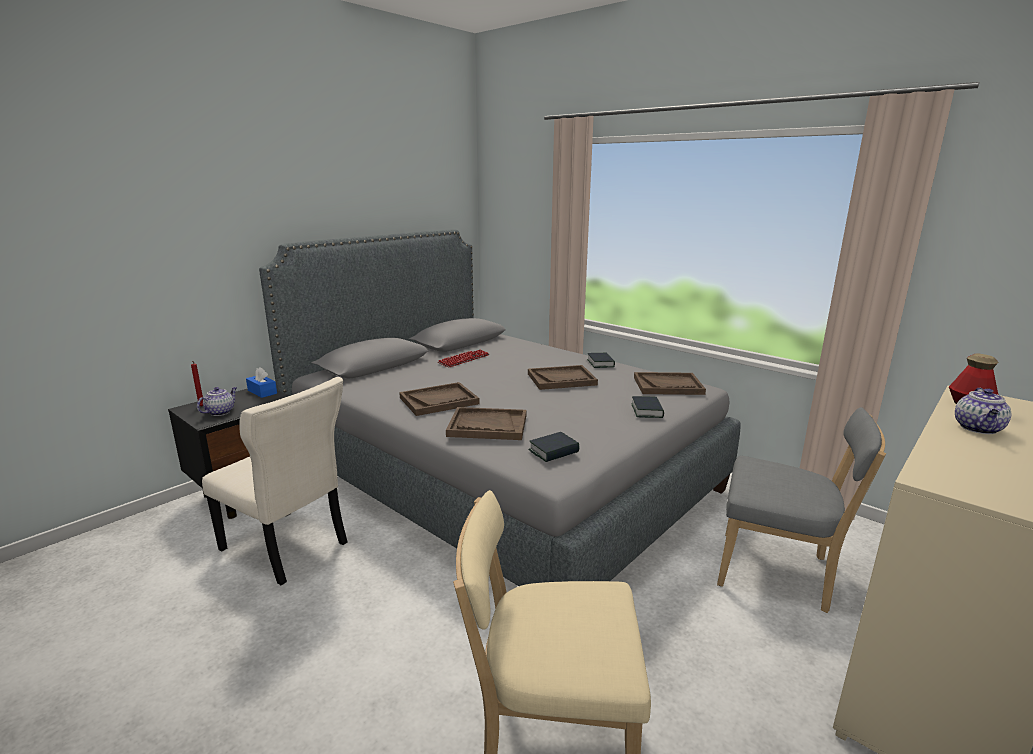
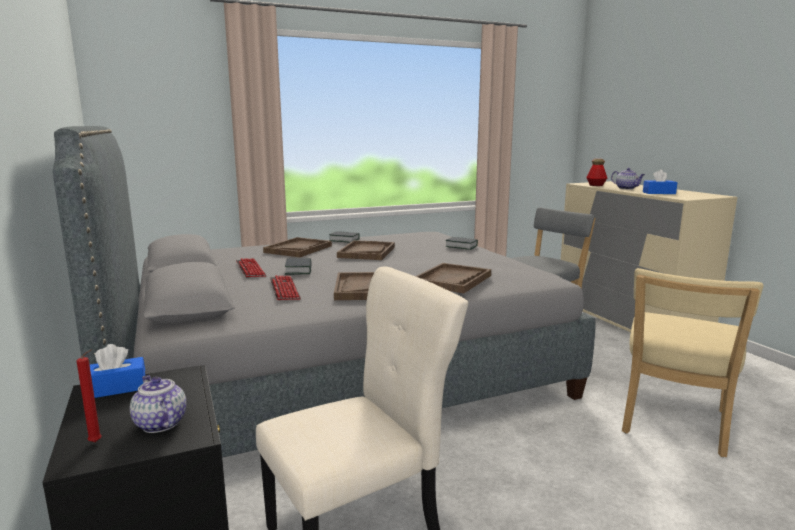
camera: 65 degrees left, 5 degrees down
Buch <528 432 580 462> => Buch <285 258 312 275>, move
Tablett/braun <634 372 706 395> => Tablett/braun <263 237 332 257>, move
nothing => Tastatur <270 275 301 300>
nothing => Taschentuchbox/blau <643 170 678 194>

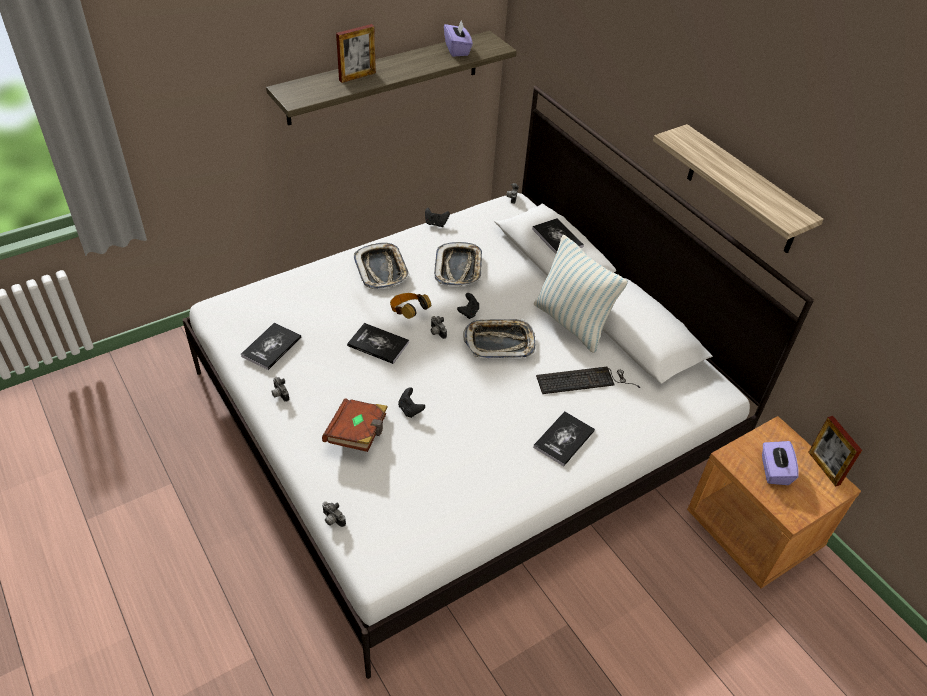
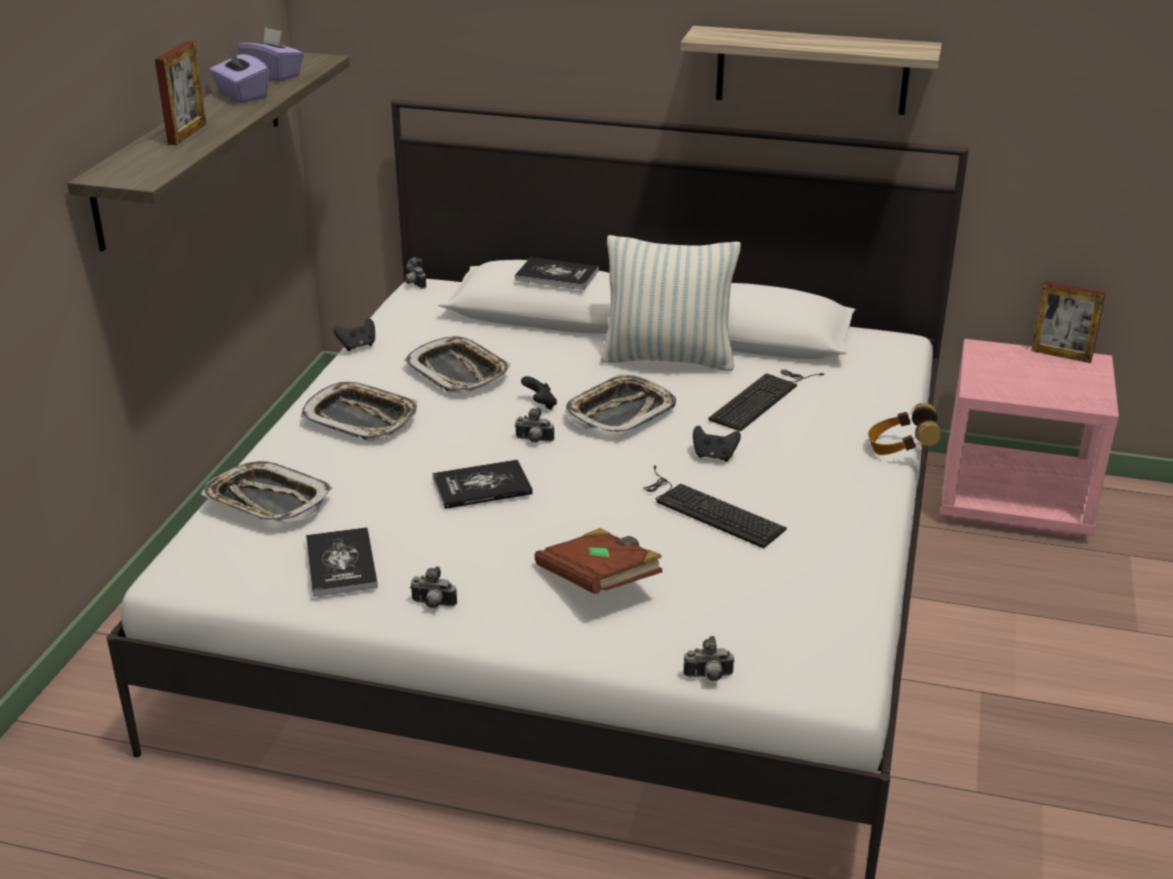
camera: 40 degrees left, 15 degrees down
Kopfhörer <390 293 431 319> => Kopfhörer <868 403 942 455>, move
Gamepad/schwarz <398 387 425 418> => Gamepad/schwarz <693 426 741 462>, move
Buch <533 411 595 466> => nothing
Nachttisch/braun <687 416 861 589> => Nachttisch/rosa <941 339 1119 538>
Taschentuchbox/lila <762 441 799 485> => Taschentuchbox/lila <210 47 269 103>, move
nothing => Tablett <201 461 332 523>
nothing => Tastatur <643 465 787 549>

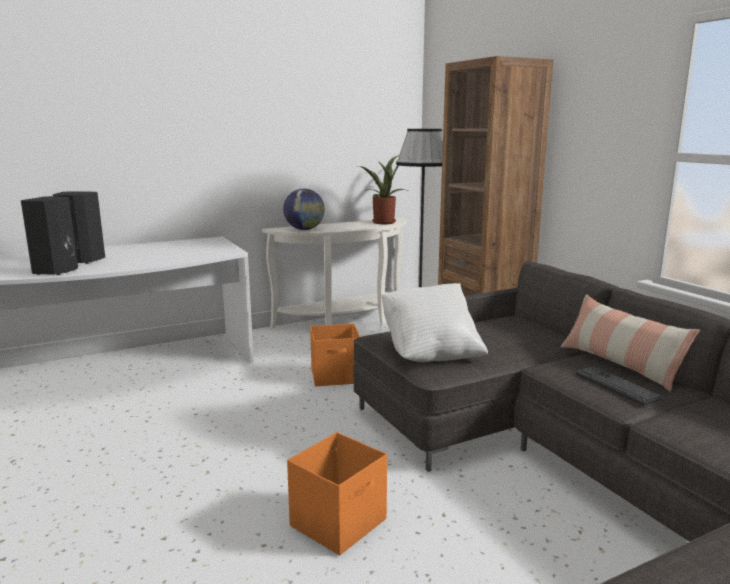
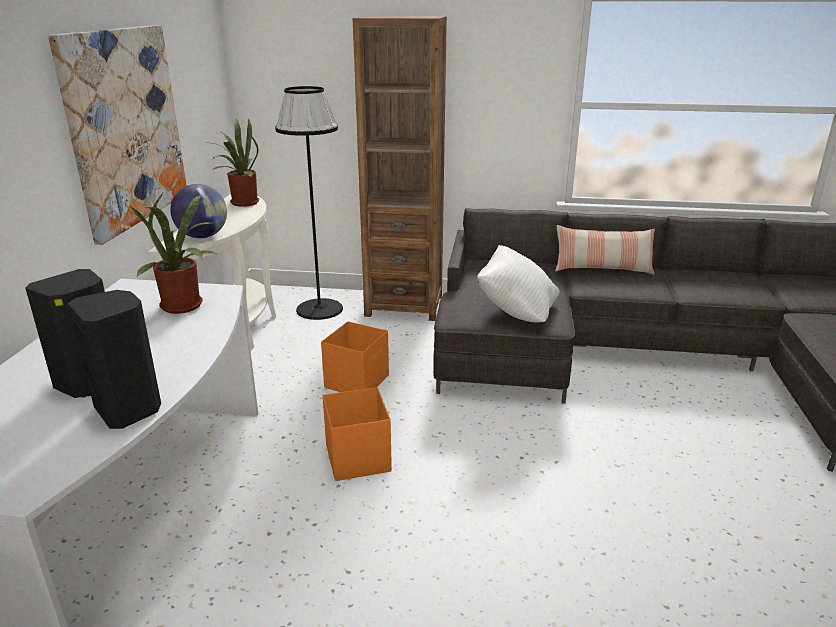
camera: 55 degrees left, 10 degrees up
Aufbewahrungsbox/orange <287 432 387 555> => Aufbewahrungsbox/orange <323 387 392 481>, move
Tastatur <576 367 662 406> => nothing
nothing => Bild <48 25 187 245>
nothing => Topfpflanze <129 191 216 314>

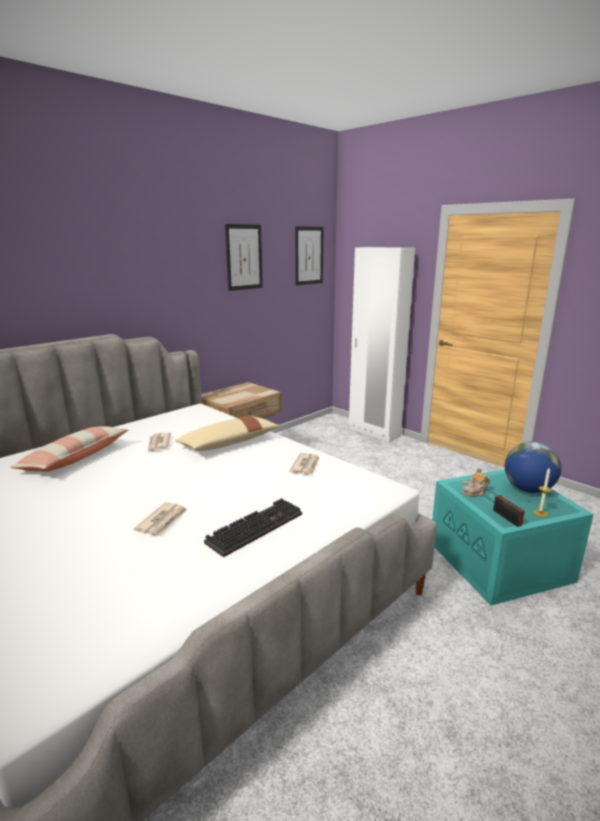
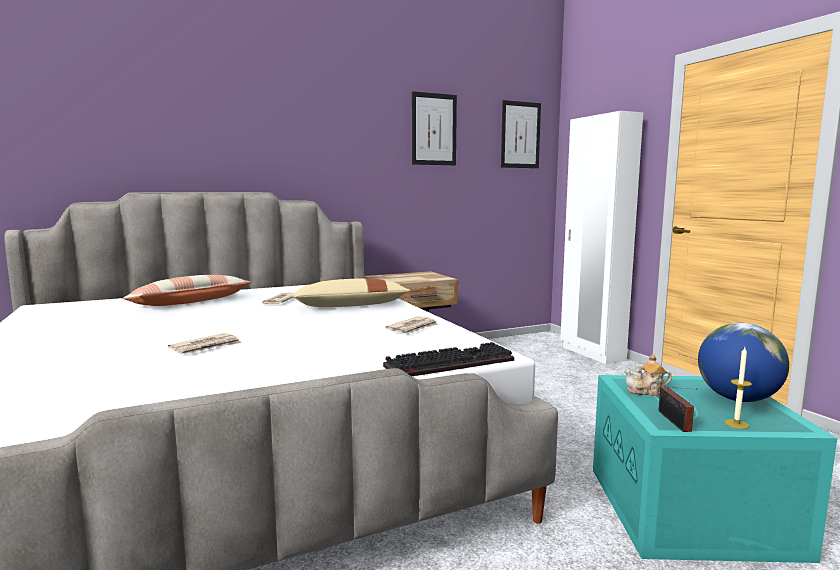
camera: 20 degrees right, 10 degrees down
Tastatur <204 498 302 557> => Tastatur <383 342 514 376>, move

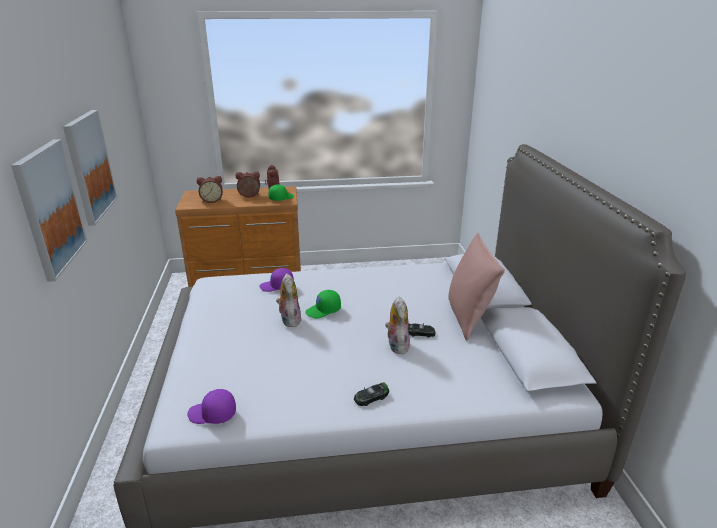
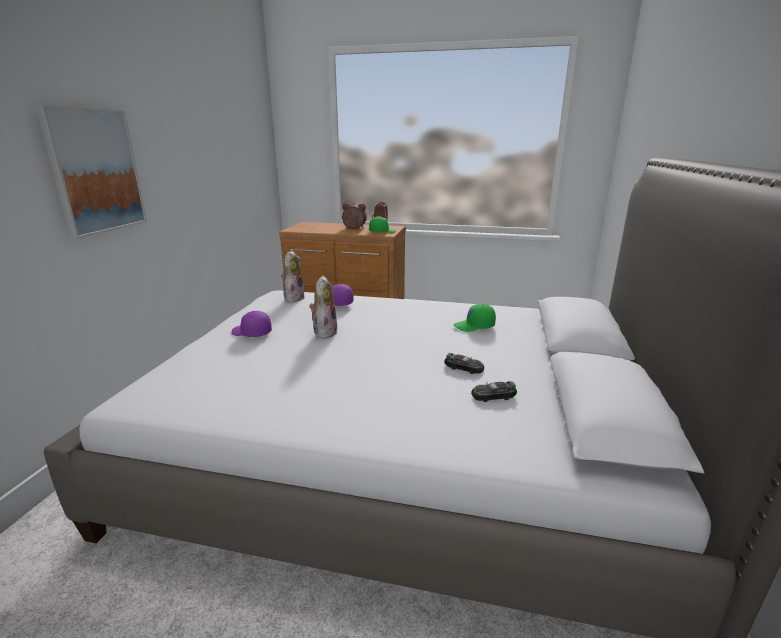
camera: 20 degrees right, 5 degrees down
Bild <63 110 118 226> => nothing
Kappe/lila <187 389 236 424> => Kappe/lila <232 311 272 337>, move
Wecker <197 176 223 203> => nothing
Kappe/grün <305 290 341 319> => Kappe/grün <453 304 496 332>, move
Spielzeugauto <354 382 389 406> => Spielzeugauto <471 381 517 402>, move
Plüschtier <385 296 410 354> => Plüschtier <281 250 305 303>, move
Kissen/rosa <448 233 505 340> => nothing

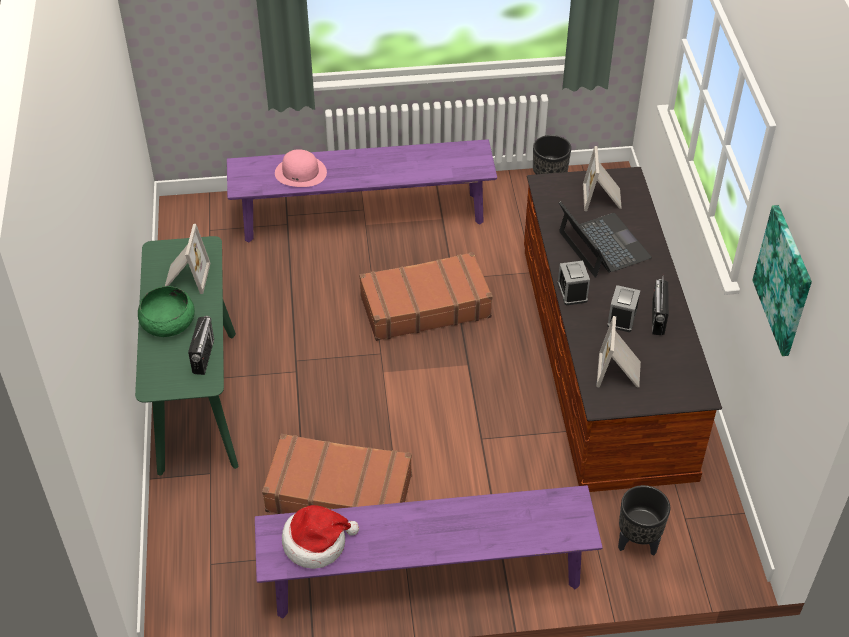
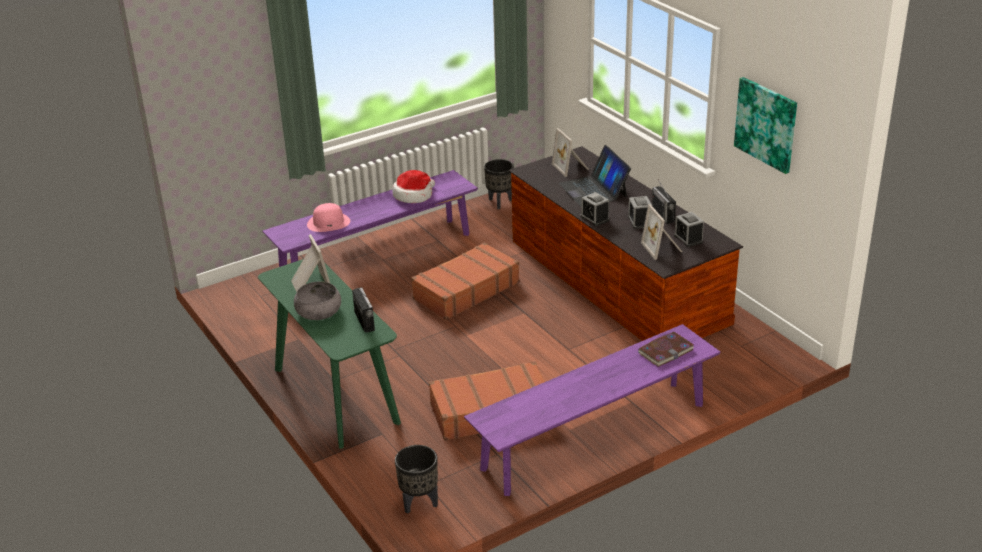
camera: 25 degrees left, 15 degrees down
Schüssel/grün <138 286 195 337> => Schüssel/grau <294 281 341 320>
Hut <282 505 359 569> => Hut <393 170 435 203>, move
Laptop <559 201 652 278> => Laptop <559 145 631 207>, 150 degrees counterclockwise
Pflanzkübel/schwarz <618 485 670 556> => Pflanzkübel/schwarz <395 445 438 514>, move
nothing => Buch <639 332 694 367>
nothing => Wecker <674 212 704 247>

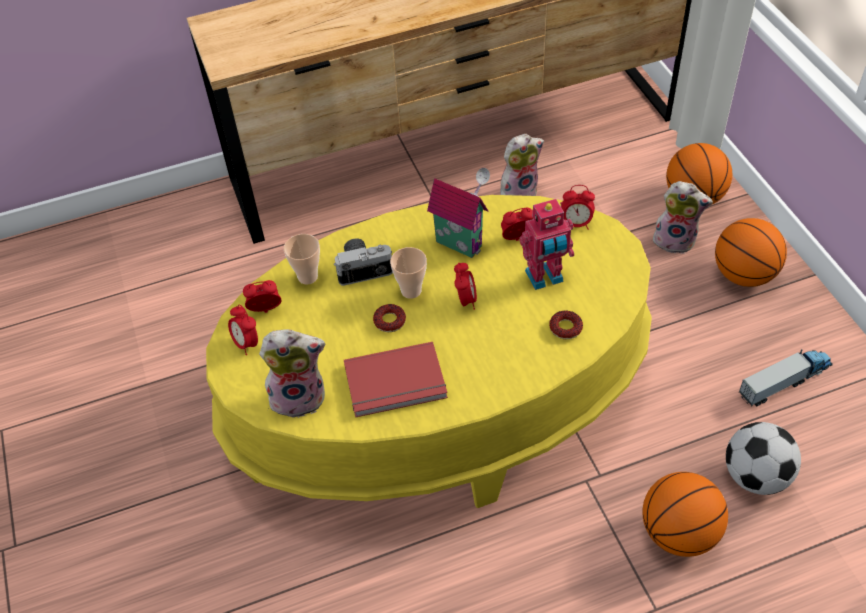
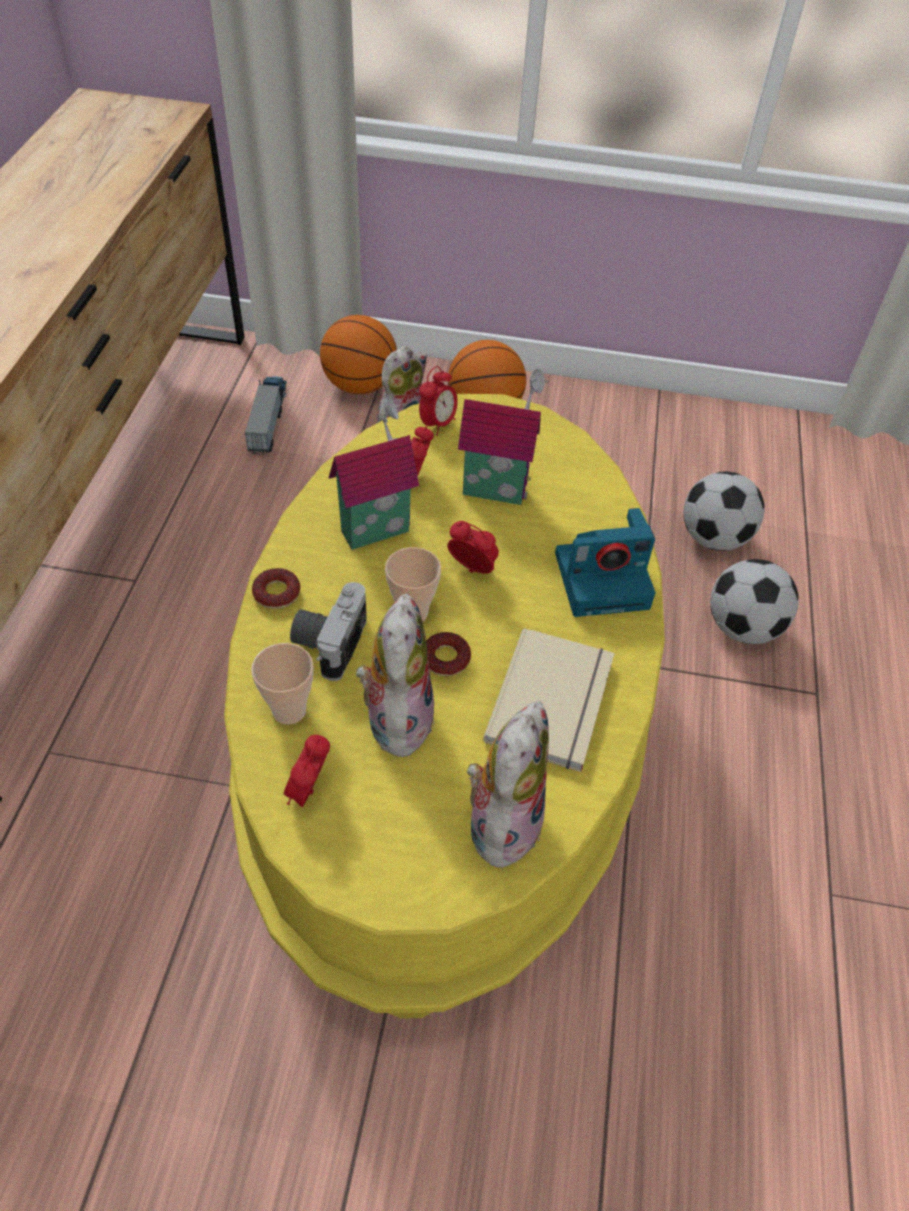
camera: 65 degrees left, 0 degrees up
Wecker <228 305 258 355> => nothing
Buch/rot <344 342 448 418> => Buch/beige <483 628 615 772>
Plüschtier <500 134 544 196> => Plüschtier <356 594 434 757>, move
Spielzeugroboter <519 199 574 290> => Spielzeughaus <458 369 548 505>
Donut <549 311 583 339> => Donut <252 568 300 609>, move
Basketball <642 472 728 557> => Fußball <710 559 799 644>
Spielzeuglaster <739 349 833 407> => Spielzeuglaster <244 376 287 455>, move
nothing => Kamera <555 508 655 617>

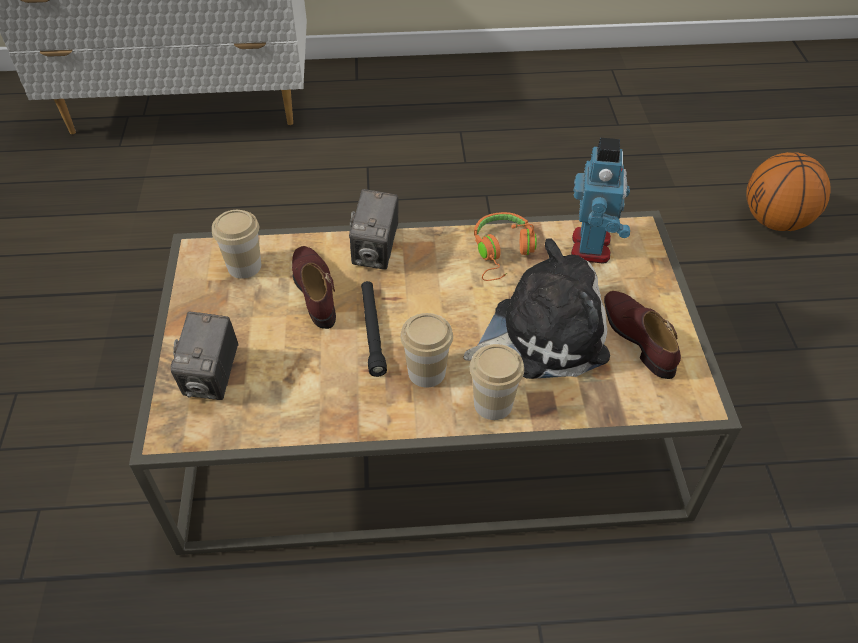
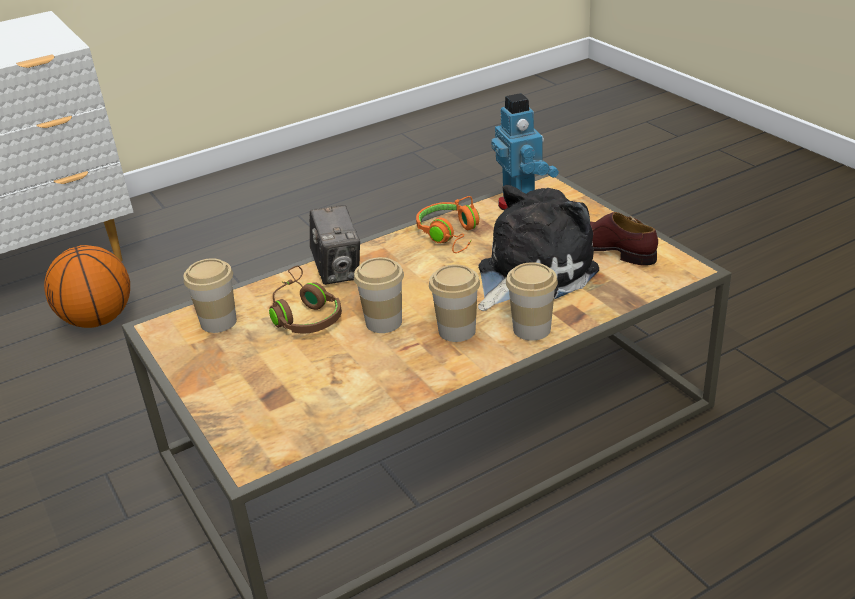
camera: 25 degrees left, 15 degrees down
Kamera <171 312 239 400> => nothing
Schuh/braun <292 246 336 329> => Kopfhörer/braun <269 266 342 333>
Taschenlampe/schwarz <361 281 387 377> => Tasse <354 257 404 333>
Basketball <746 152 831 231> => Basketball <44 245 130 328>, move

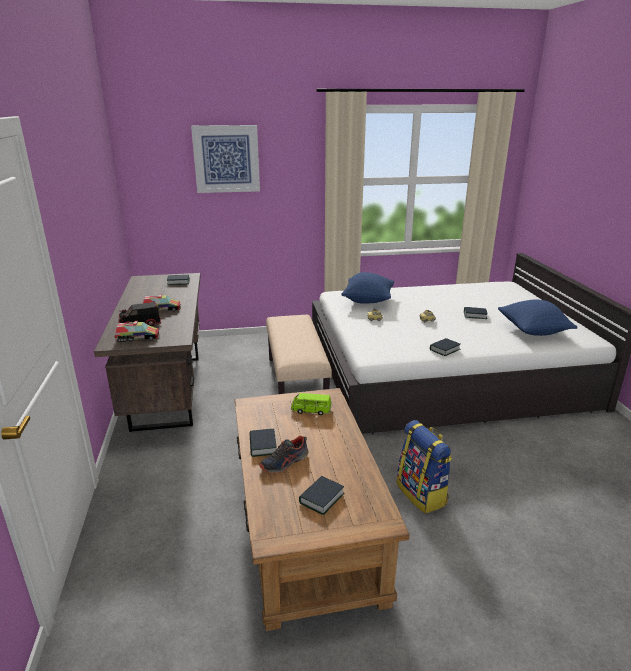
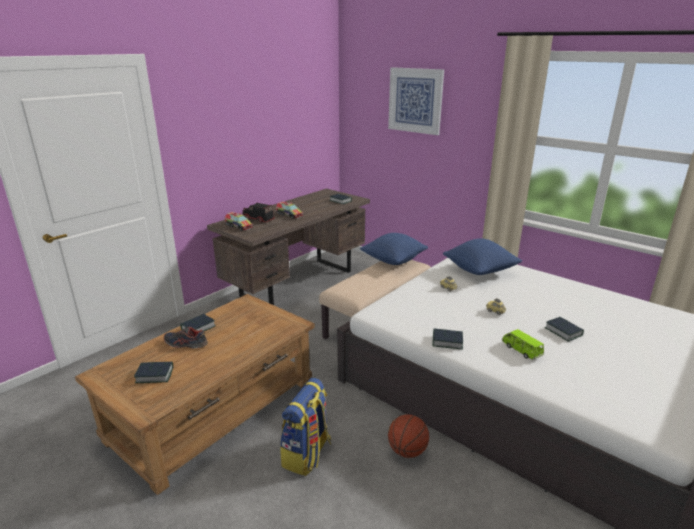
camera: 50 degrees right, 0 degrees up
Spielzeugauto/grün <291 393 332 415> => Spielzeugauto/grün <502 329 544 360>, move
Kissen/blau <498 300 578 336> => Kissen/blau <360 233 428 265>, move
nothing => Basketball <388 414 429 458>

